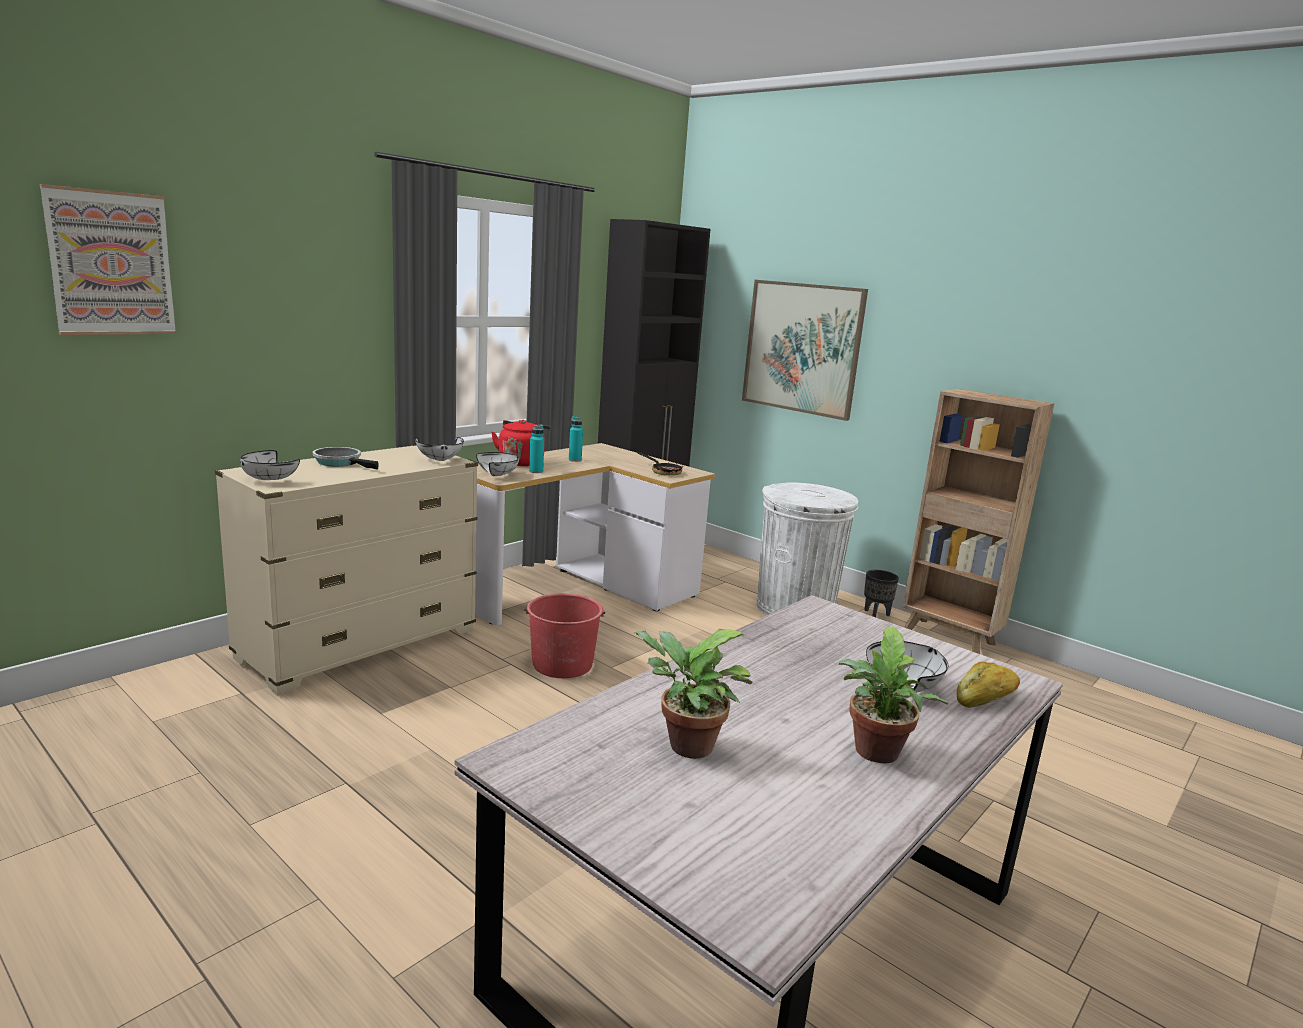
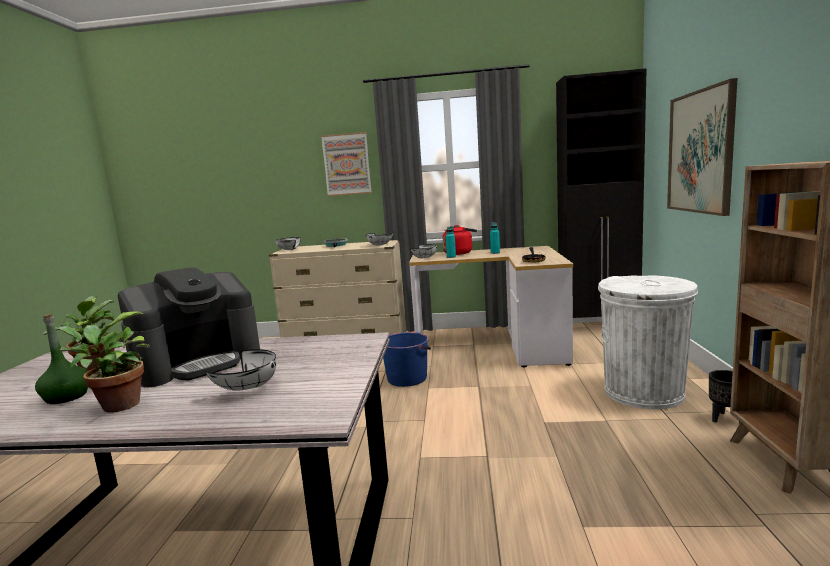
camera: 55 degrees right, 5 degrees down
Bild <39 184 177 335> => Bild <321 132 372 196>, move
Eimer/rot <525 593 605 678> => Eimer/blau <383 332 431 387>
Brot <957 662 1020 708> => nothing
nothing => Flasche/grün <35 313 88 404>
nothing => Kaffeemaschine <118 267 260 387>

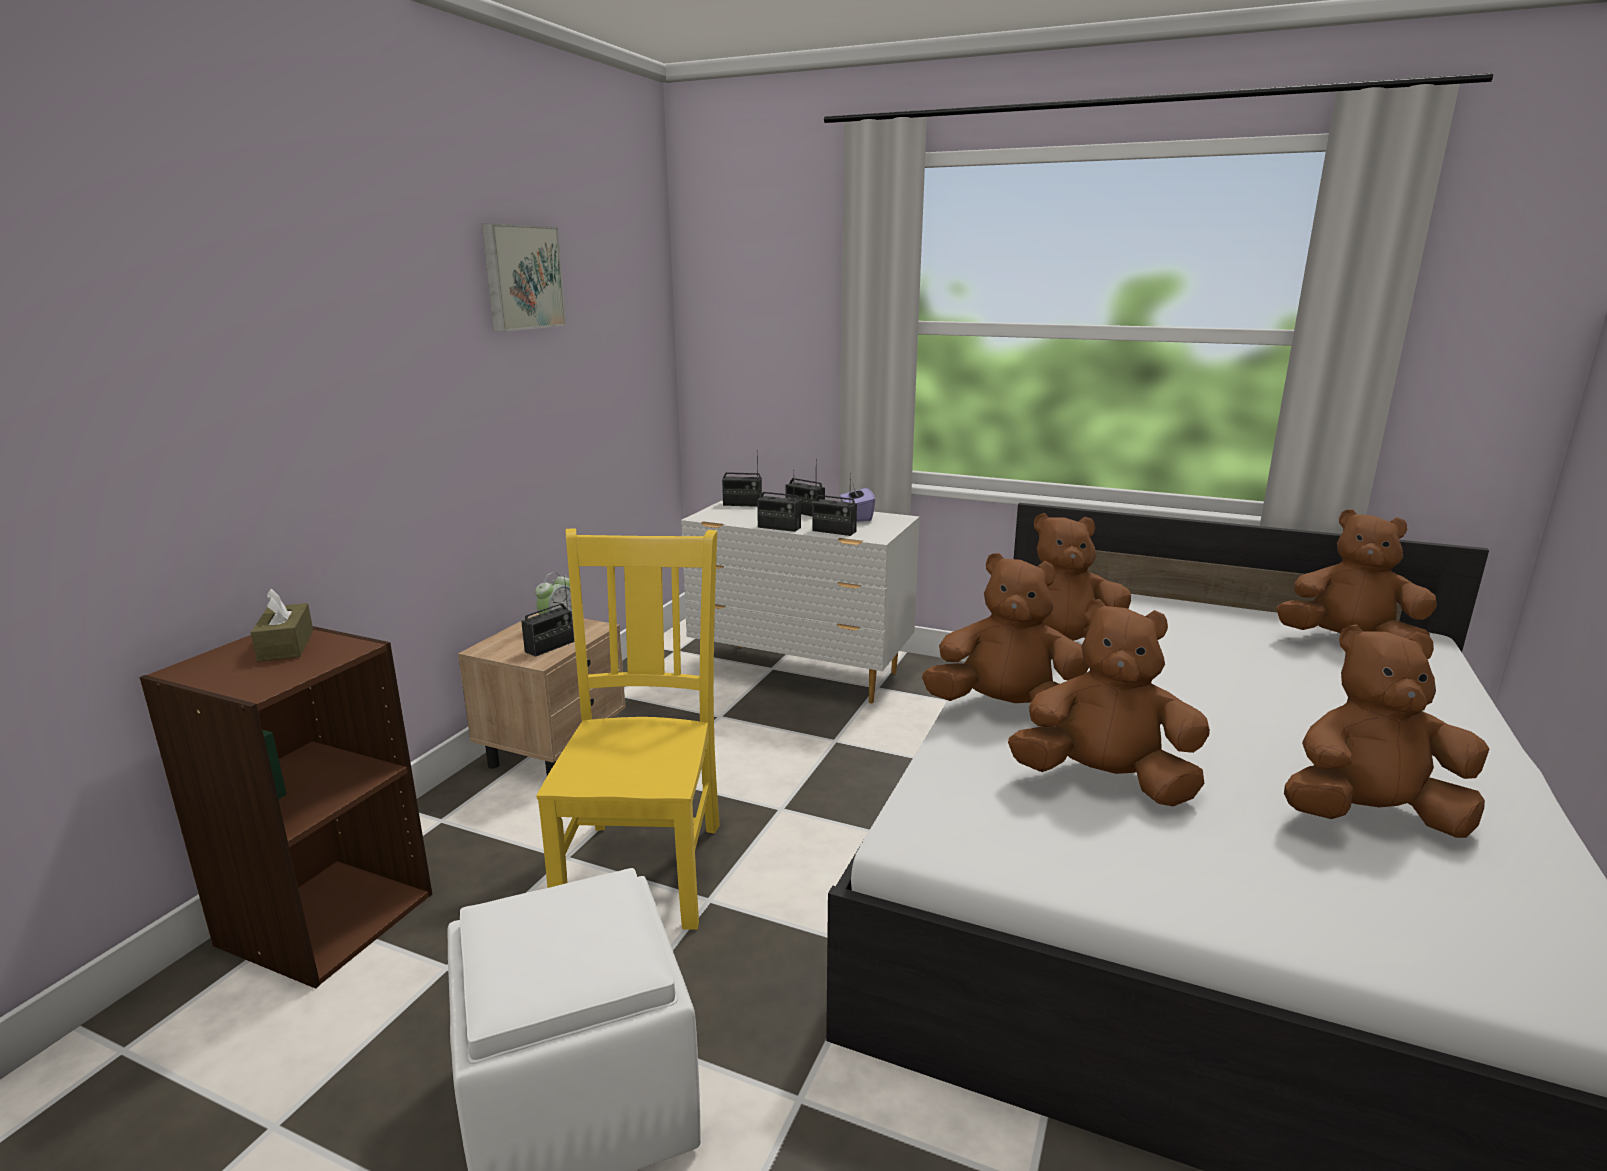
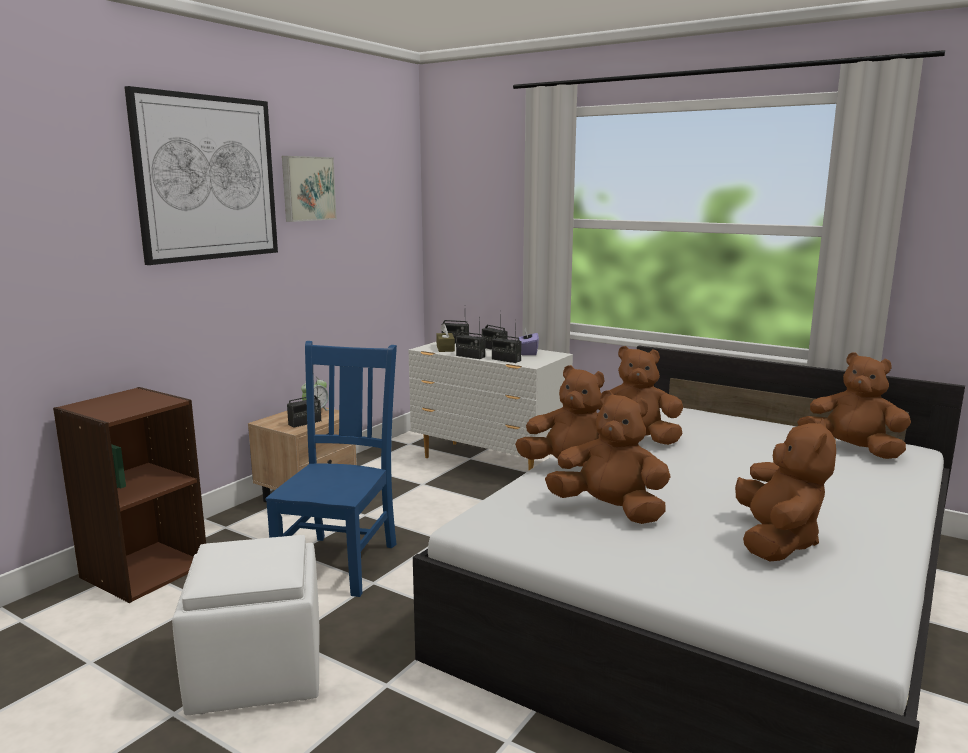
camera: 10 degrees right, 5 degrees down
Taschentuchbox/braun <251 589 313 662> => Taschentuchbox/braun <436 324 455 352>, move
Stuhl/gelb <537 528 720 930> => Stuhl/blau <265 341 397 597>
Plüschtier/braun <1284 624 1489 838> => Plüschtier/braun <735 419 836 562>, 90 degrees clockwise
nothing => Bild <124 86 278 265>

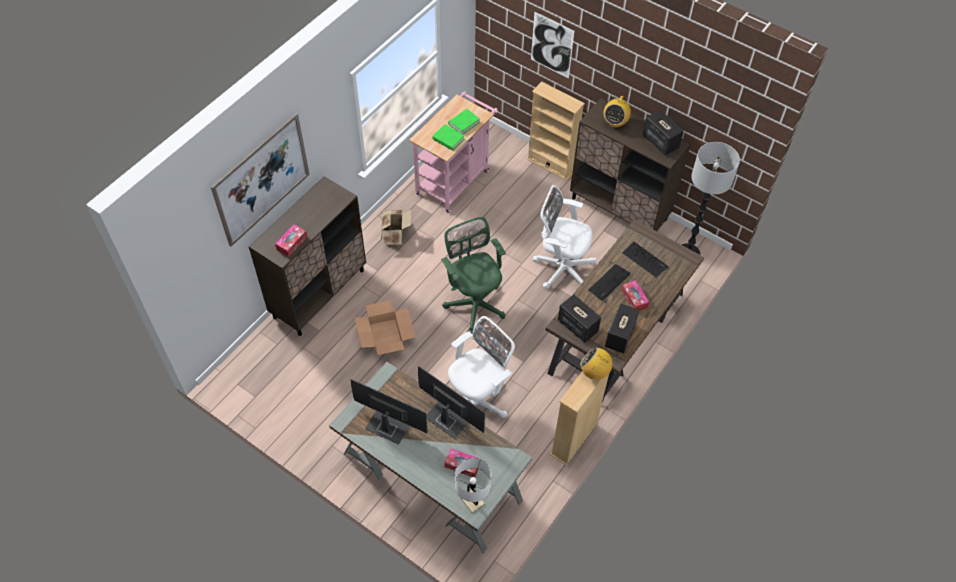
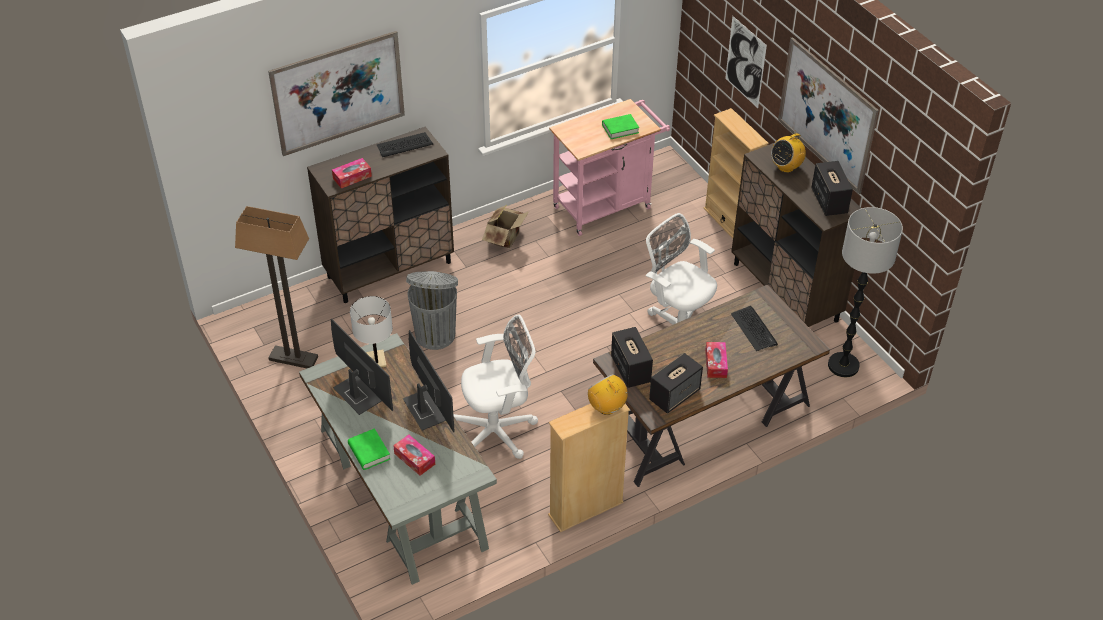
camera: 25 degrees right, 10 degrees down
Karton <355 300 416 355> => Mülleimer/grau <406 271 458 350>
Buch/grün <432 124 465 151> => Buch/grün <348 428 390 470>, move
Bürostuhl/grün <441 217 506 334> => nothing
Tischlampe/weiß <455 458 492 513> => Tischlampe/weiß <350 296 393 368>, move
Tastatur <589 264 631 301> => Tastatur <377 132 433 157>, move
nothing => Stehlampe <235 206 318 368>
nothing => Bild <778 37 879 194>

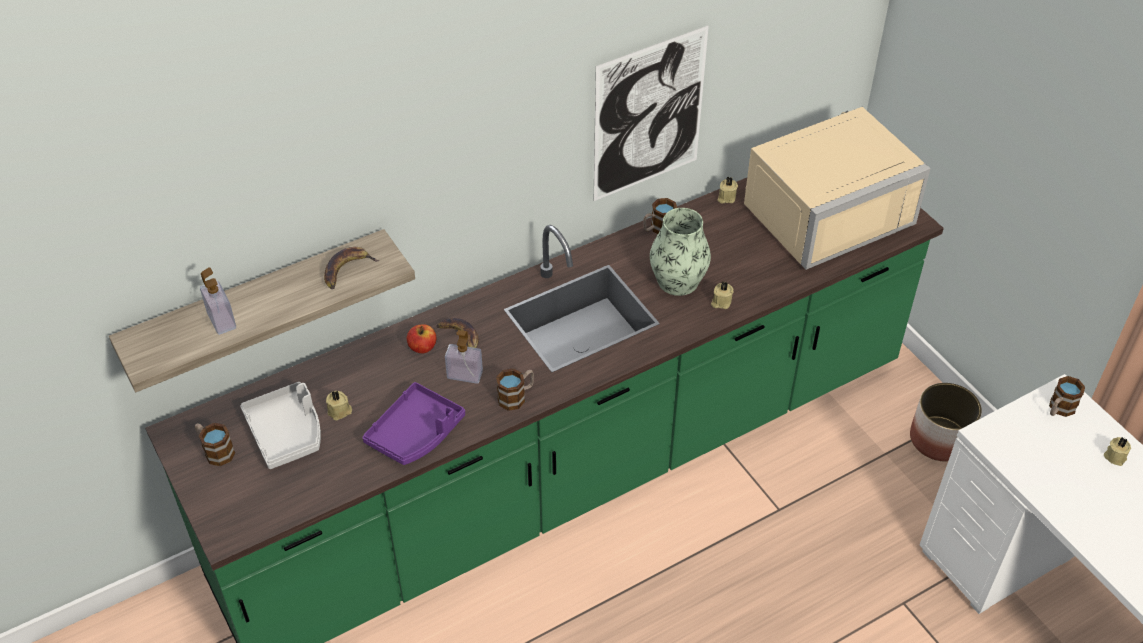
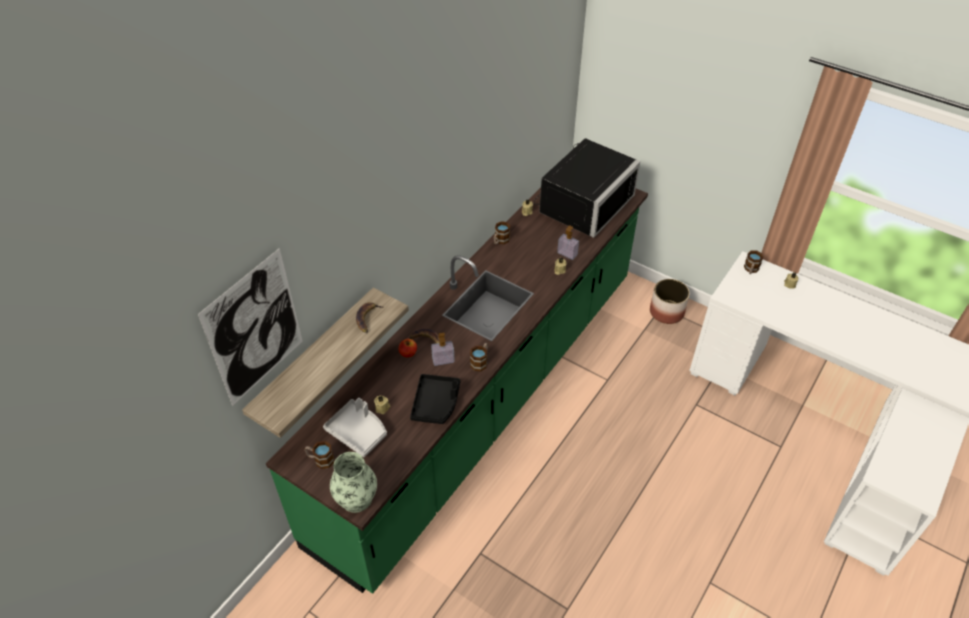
camera: 25 degrees left, 0 degrees up
Seifenspender <200 267 236 335> => Seifenspender <557 225 579 260>, move
Tablett/lila <362 382 465 465> => Tablett/schwarz <410 374 460 424>
Bild <594 25 709 201> => Bild <198 248 303 406>, move
Vase <650 208 711 296> => Vase <330 452 377 513>, move
Mikrowelle/beige <744 107 931 270> => Mikrowelle/schwarz <534 138 640 238>

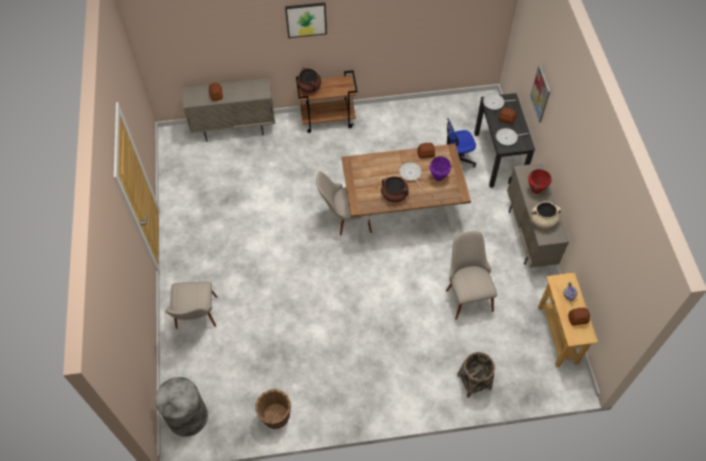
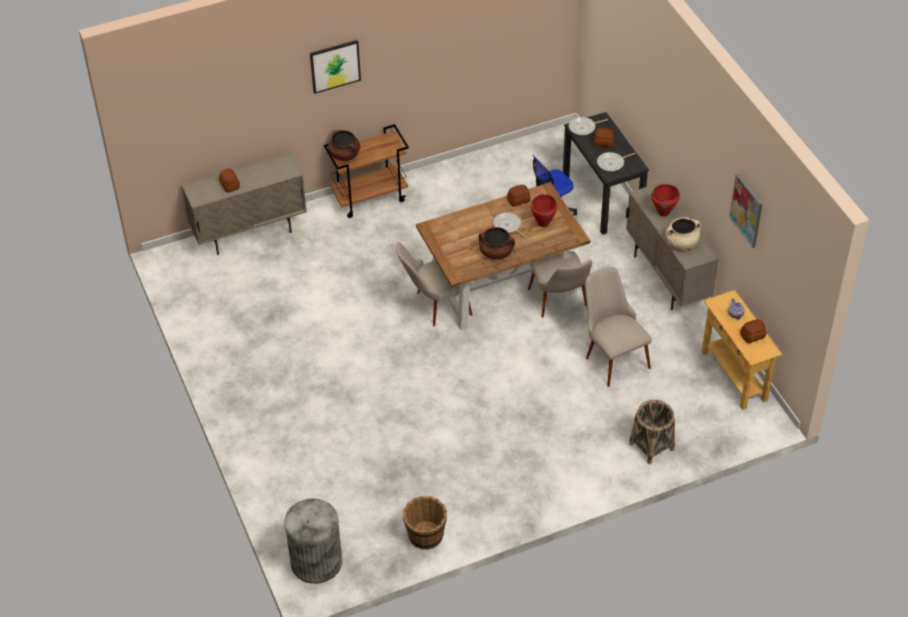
camera: 15 degrees left, 10 degrees down
Stuhl/beige <165 282 217 329> => Stuhl/beige <528 251 592 318>, move
Kochtopf/lila <430 156 451 182> => Kochtopf/rot <531 194 557 227>
Bild <530 65 550 123> => Bild <729 173 762 248>, move

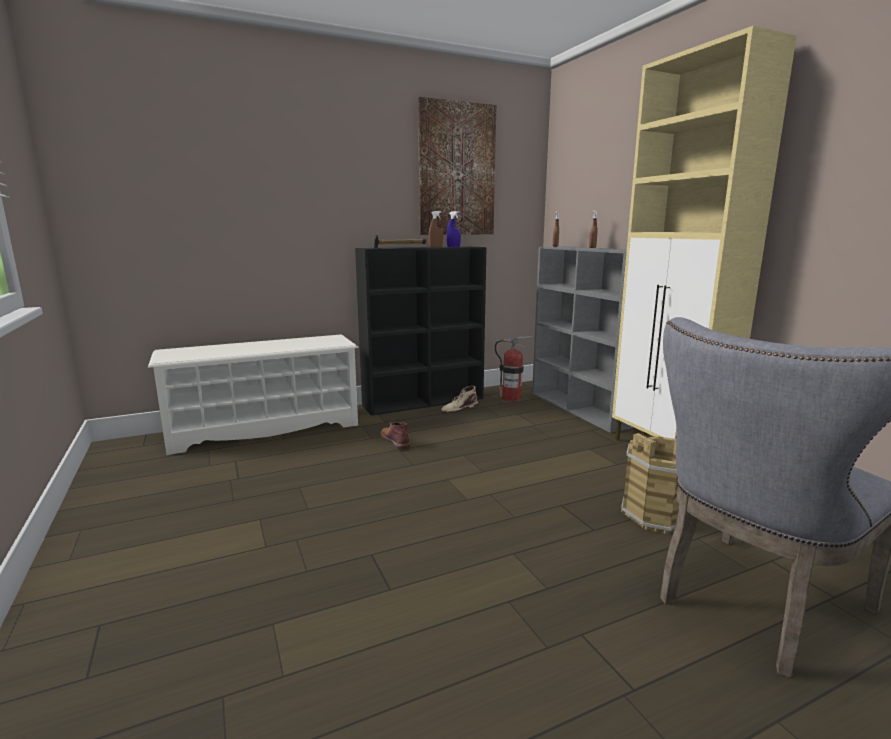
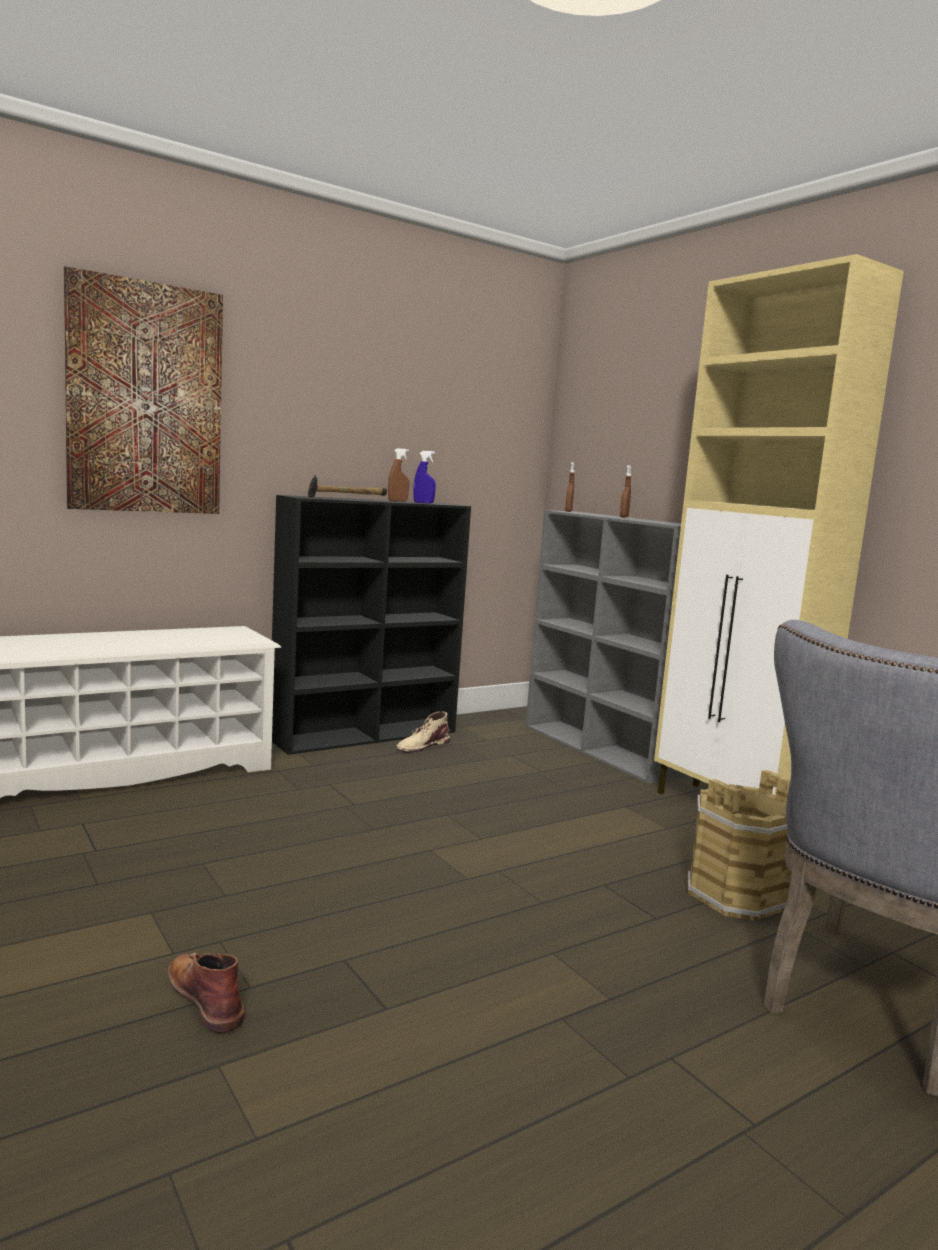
camera: 10 degrees left, 5 degrees down
Stiefel/braun <380 422 410 449> => Stiefel/braun <168 953 244 1033>, move
Bild <418 97 496 235> => Bild <64 266 223 514>, move
Feuerlöscher <494 336 533 402> => nothing

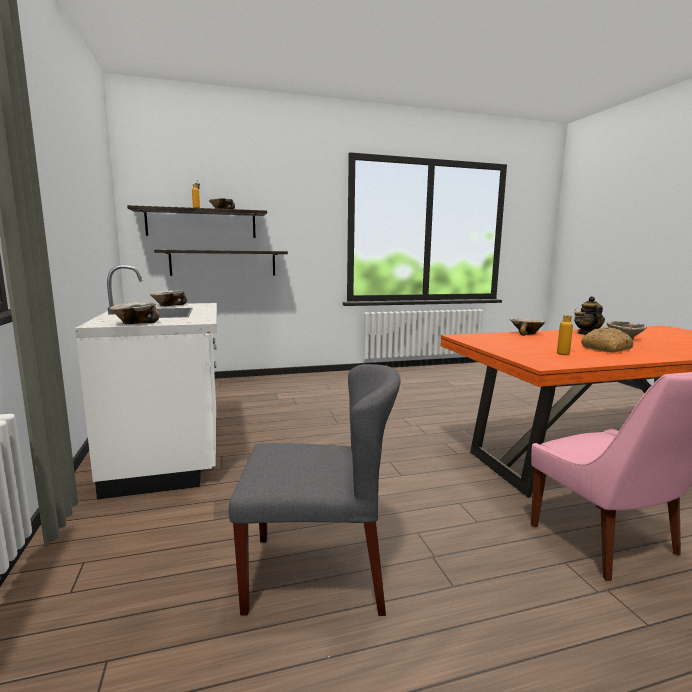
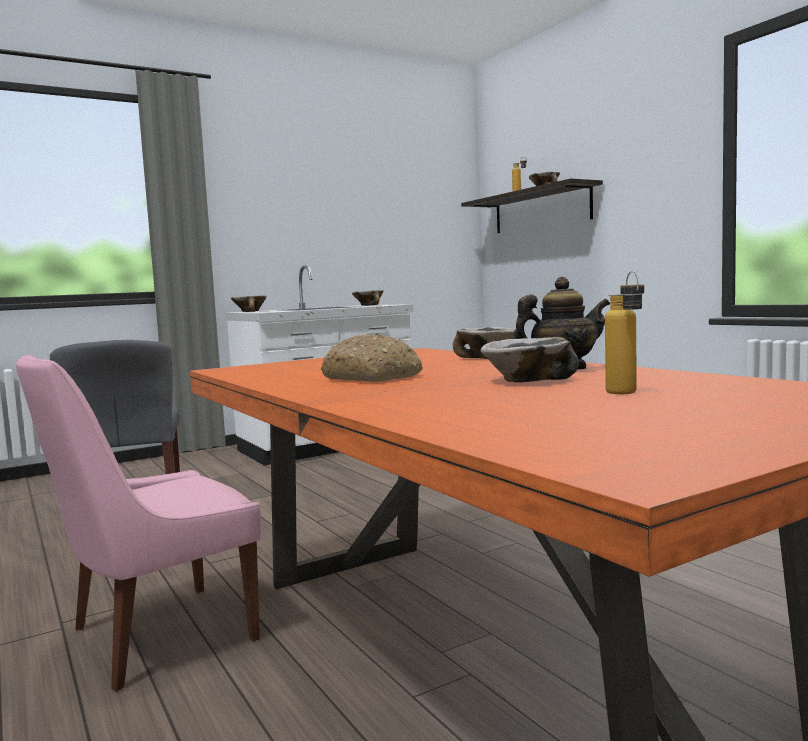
camera: 75 degrees right, 5 degrees down
Wandregal <154 250 288 276> => nothing
Flasche <557 307 585 355> => Flasche <605 271 644 394>, move

